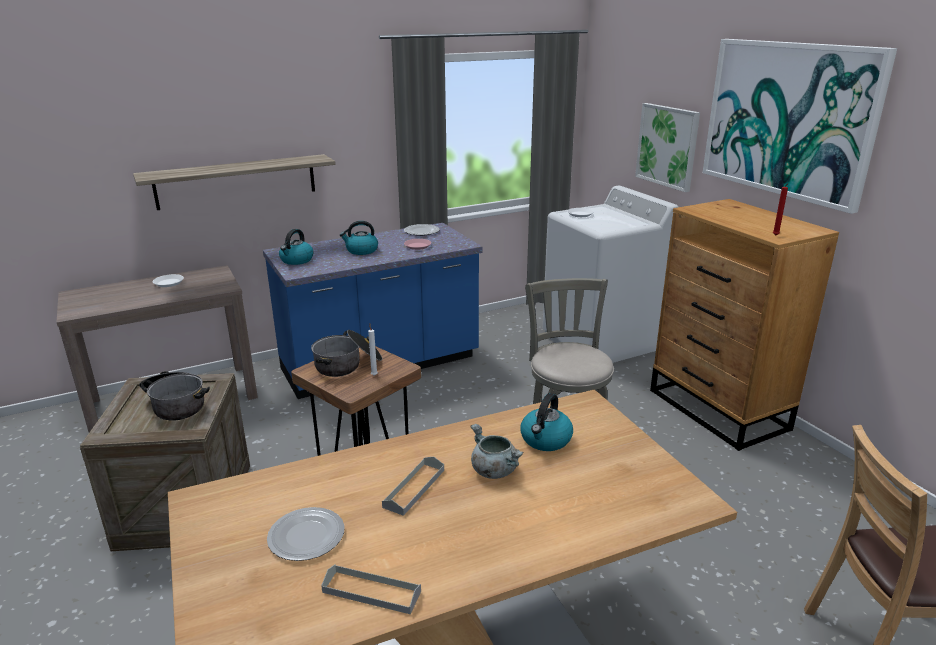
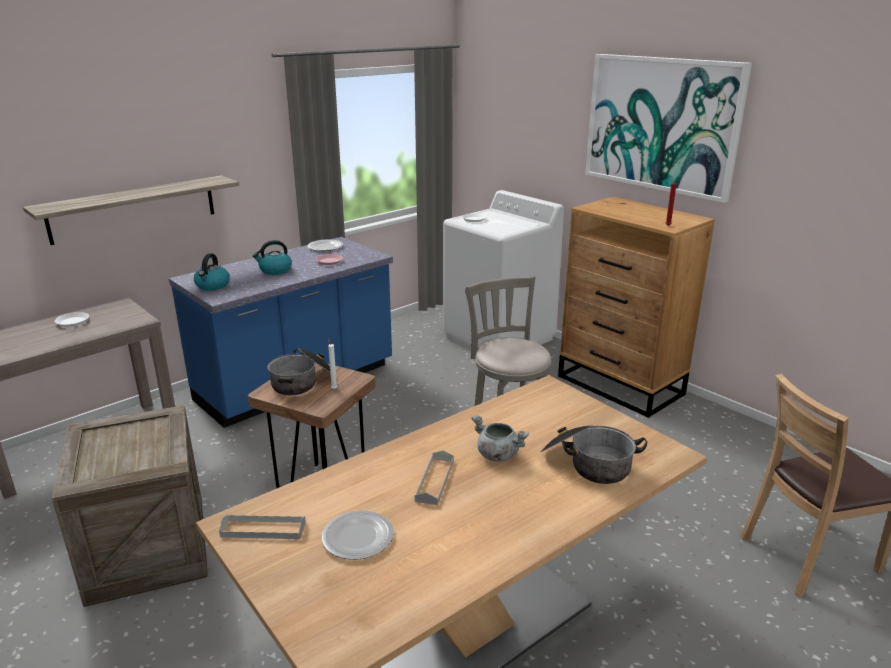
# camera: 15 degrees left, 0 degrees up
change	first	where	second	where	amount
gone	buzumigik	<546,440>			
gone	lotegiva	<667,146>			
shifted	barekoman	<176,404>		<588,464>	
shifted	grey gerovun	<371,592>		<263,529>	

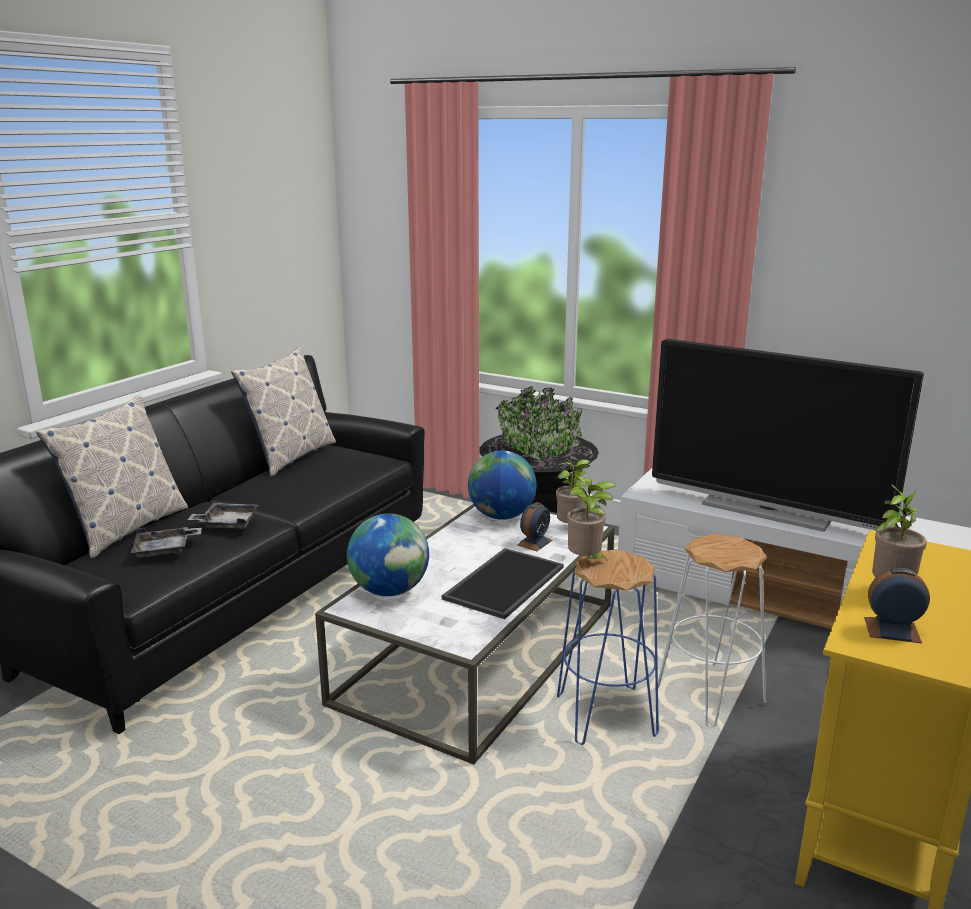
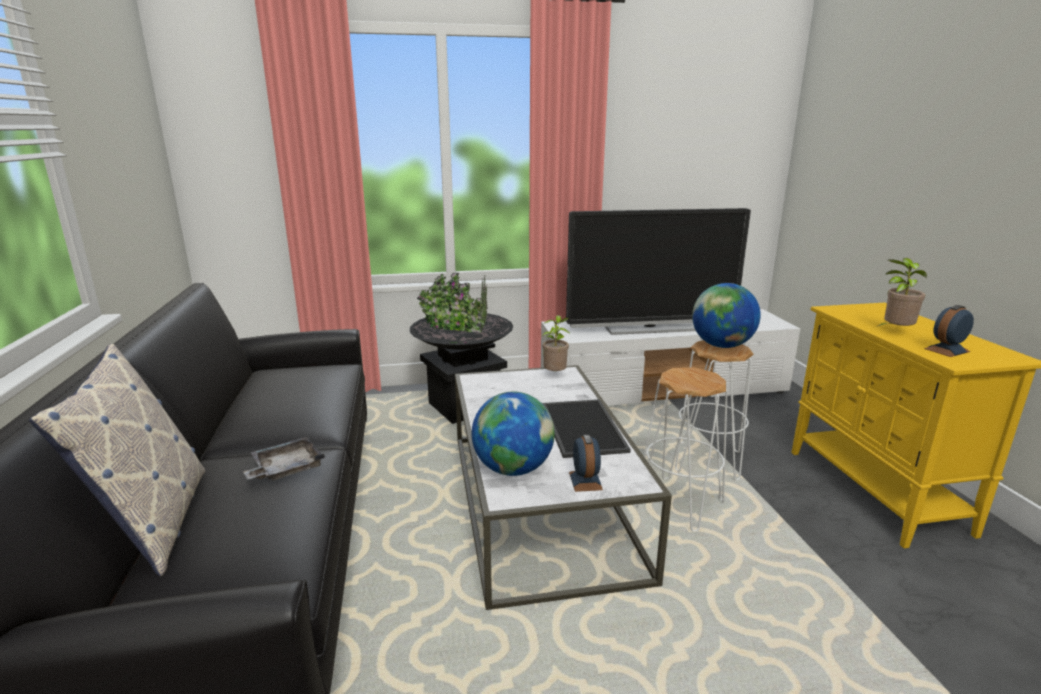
# camera: 40 degrees left, 0 degrees up
change	first	where	second	where	amount
gone	grey gerovun	<165,550>			
gone	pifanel	<290,456>			
gone	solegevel	<586,561>			
shifted	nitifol	<501,516>		<721,346>	
shifted	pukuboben	<534,542>		<585,481>	
repainted	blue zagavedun	<606,716>	white zagavedun	<680,504>	

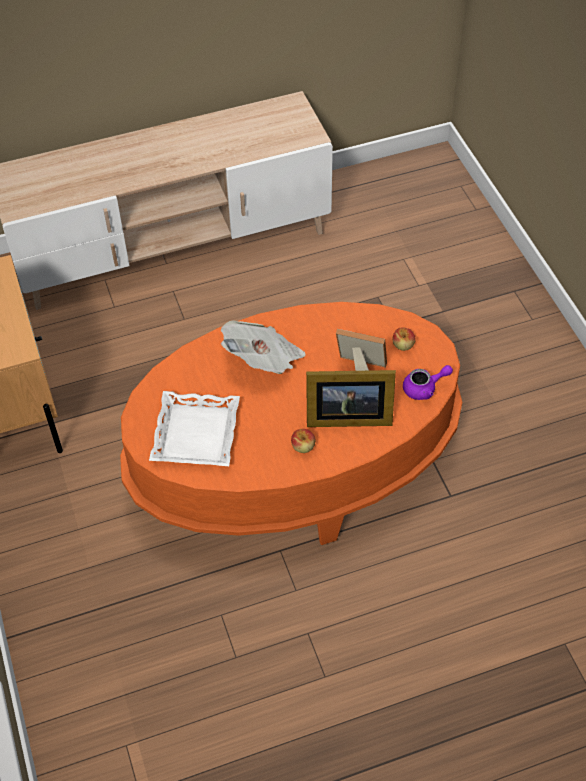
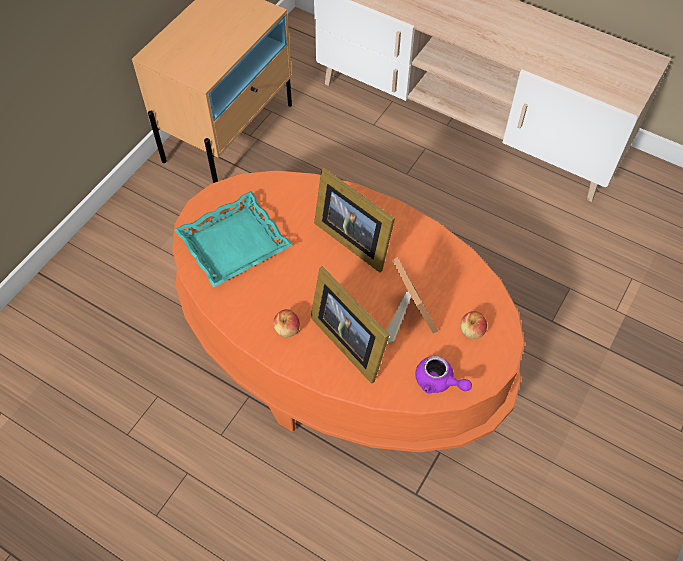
# camera: 50 degrees right, 5 degrees up
change	first	where	second	where	amount
swapped	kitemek	<264,360>	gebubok	<353,238>	
repainted	white gerovun	<197,434>	turquoise gerovun	<234,244>	

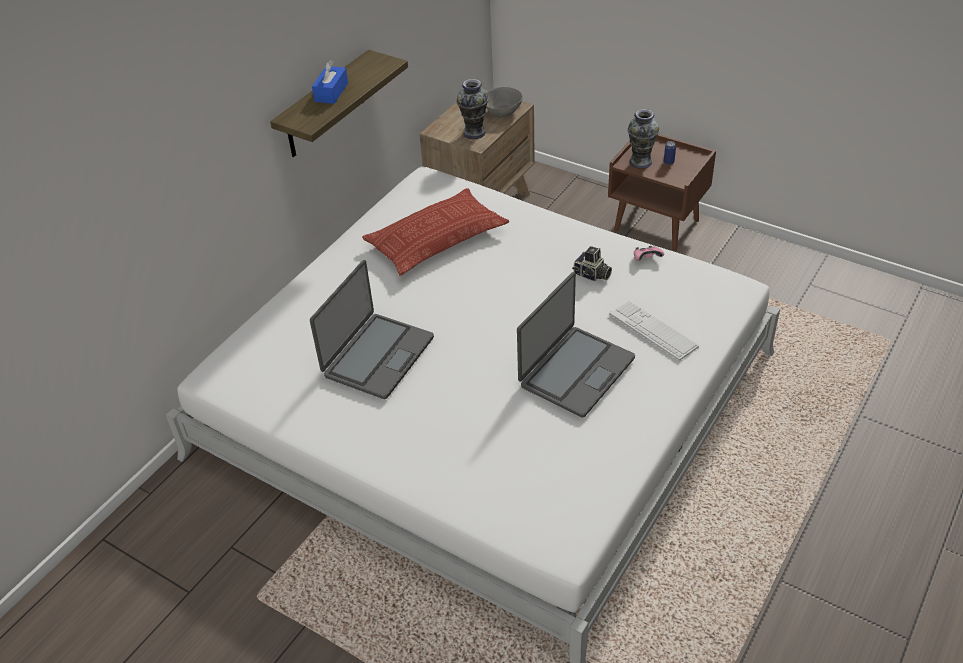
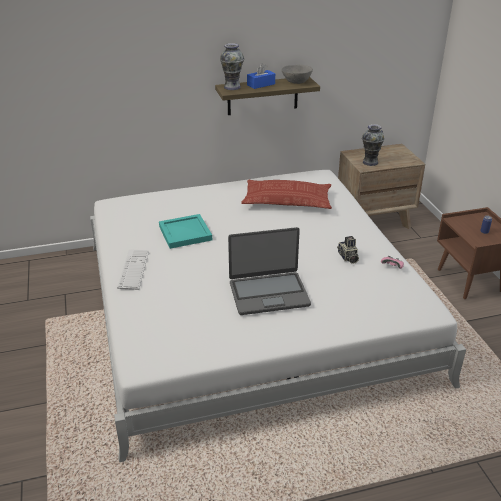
# camera: 40 degrees right, 10 degrees down
change	first	where	second	where	amount
shifted	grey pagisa	<502,112>		<296,81>	
shifted	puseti	<653,330>		<133,269>	
shifted	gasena	<640,162>		<232,87>	
swapped	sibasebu	<377,356>	turquoise gerovun	<185,232>	

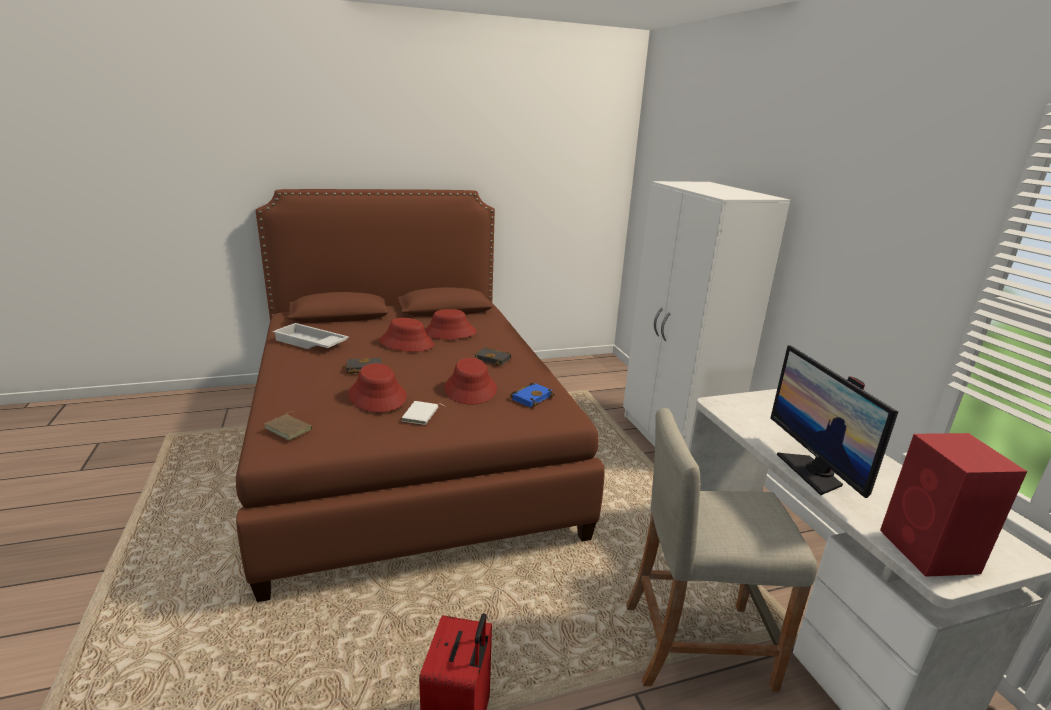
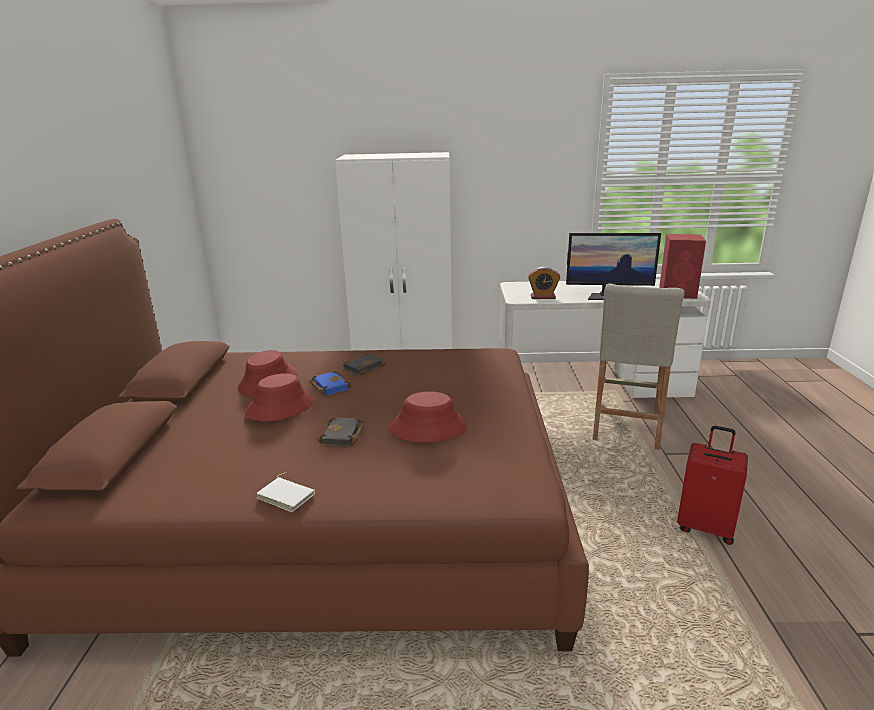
# camera: 70 degrees left, 0 degrees up
change	first	where	second	where	amount
gone	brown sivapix	<290,428>			
gone	white gerovun	<310,343>			
gone	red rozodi	<471,389>			
new			pukuboben	<543,297>	
shifted	white sivapix	<421,415>		<287,495>	
shifted	blue sivapix	<531,397>		<328,386>	

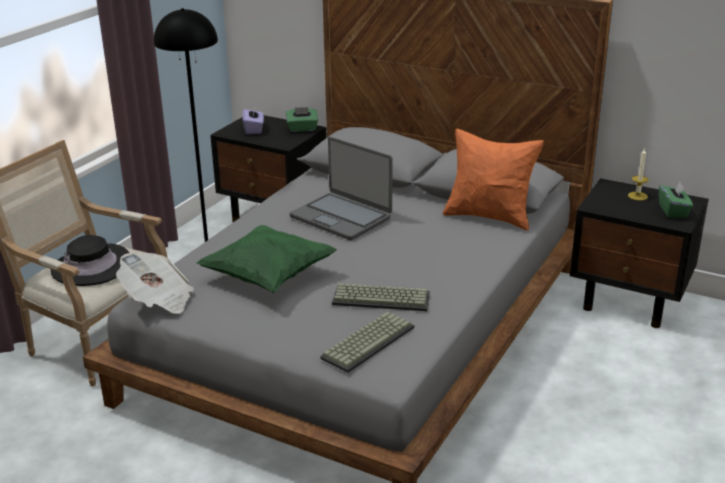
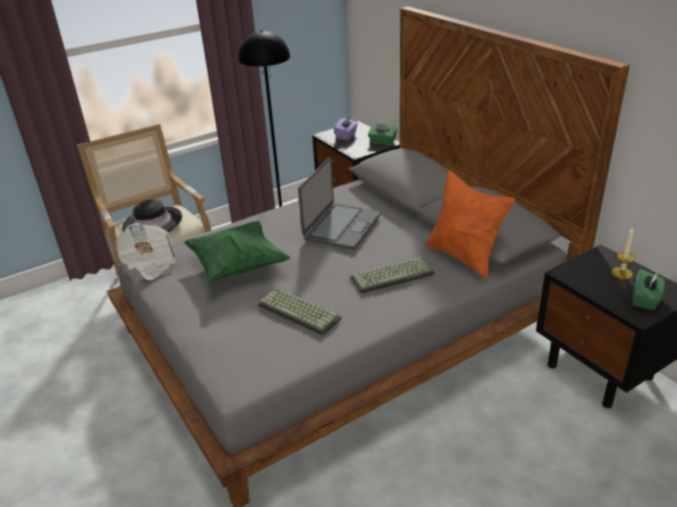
# camera: 30 degrees right, 5 degrees up
change	first	where	second	where	amount
shifted	puseti	<367,341>		<392,275>	
rotated	sibasebu	<341,217>		<341,227>	135 degrees counterclockwise

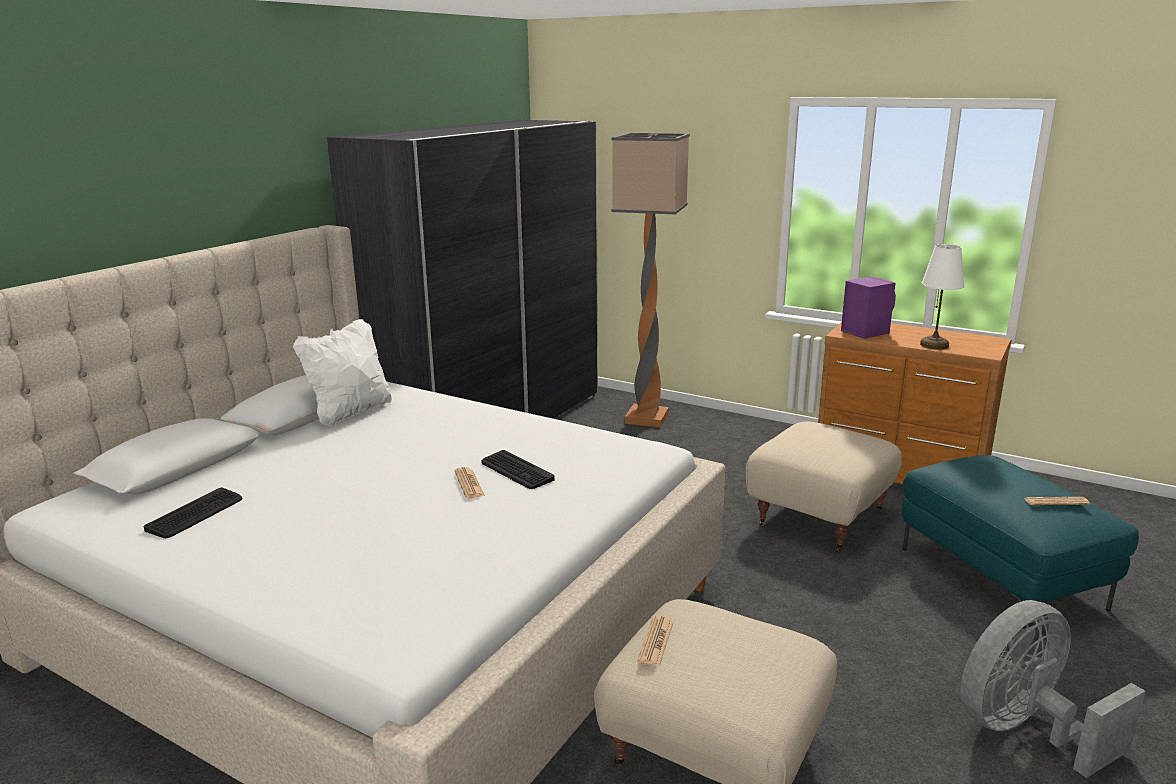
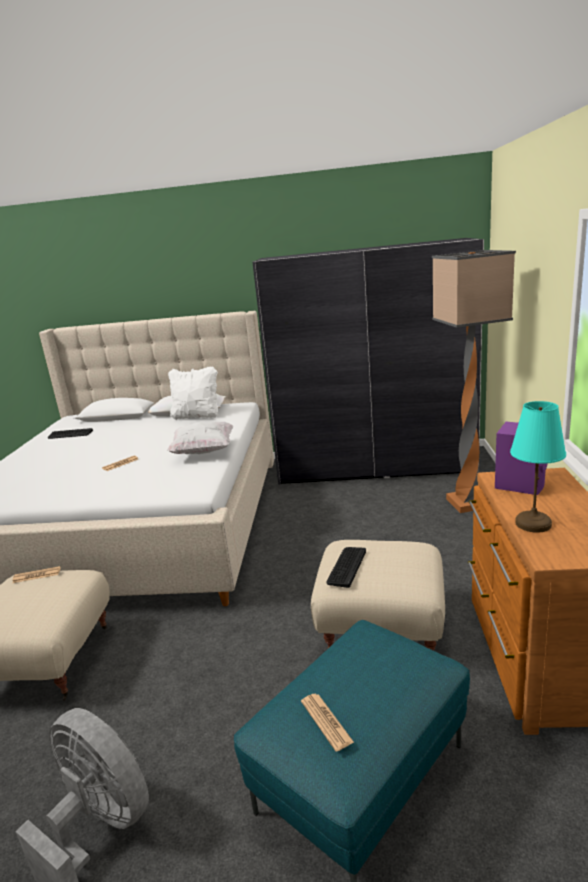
# camera: 65 degrees right, 0 degrees up
change	first	where	second	where	amount
new			white pifanel	<203,452>	
shifted	puseti	<516,471>		<346,567>	
repainted	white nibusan	<935,345>	turquoise nibusan	<533,524>	

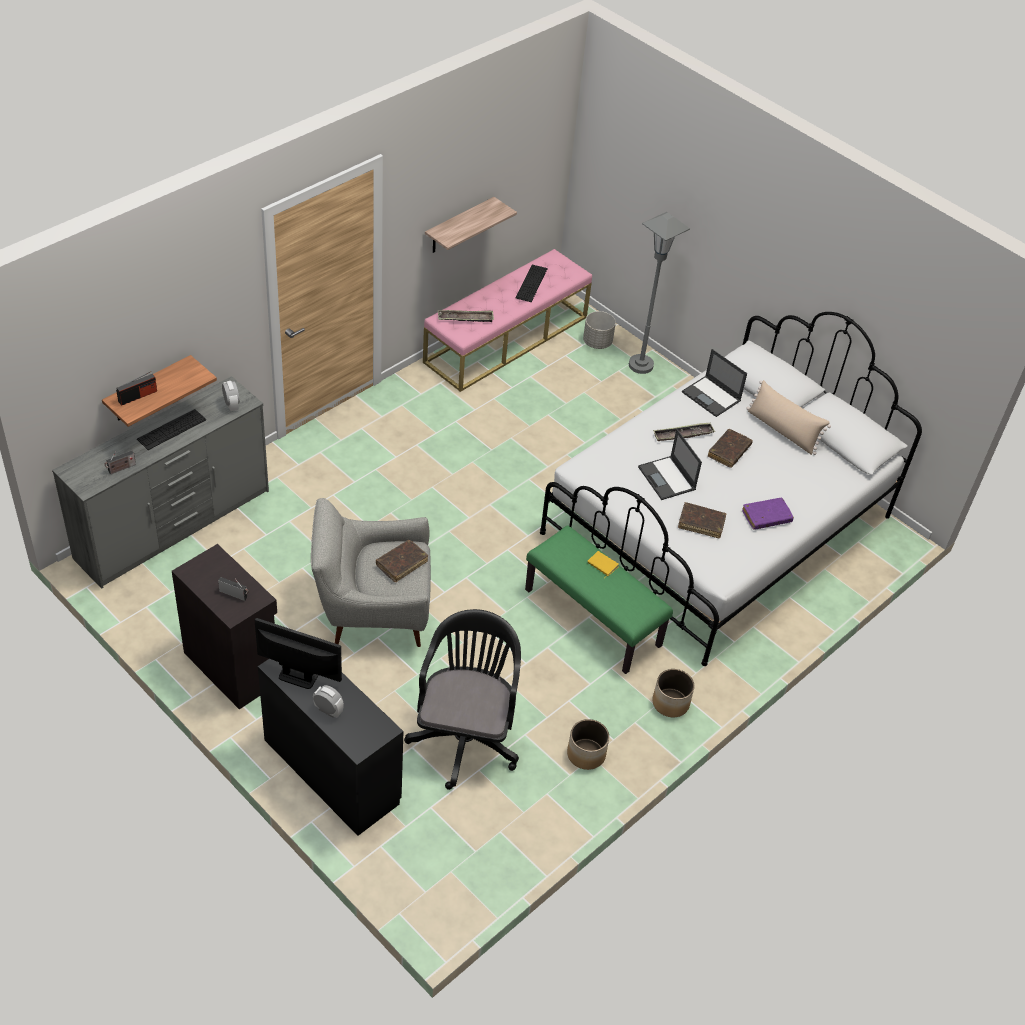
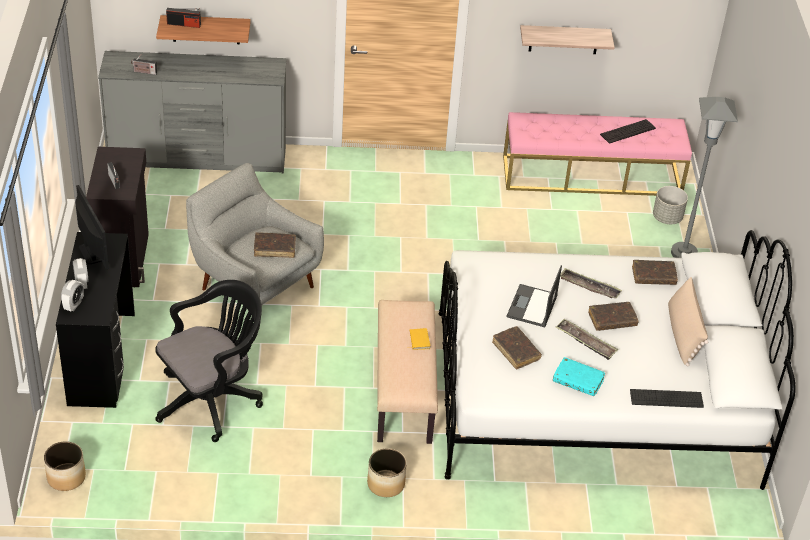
# camera: 45 degrees right, 5 degrees down
change	first	where	second	where	amount
shifted	puseti	<171,429>		<666,398>	
shifted	pukuboben	<231,405>		<74,305>	
shifted	gerovun	<465,318>		<585,342>	
shifted	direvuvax	<585,754>		<66,477>	
swapped	sibasebu	<711,397>	brown sivapix	<653,276>	
repainted	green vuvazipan	<593,617>	beige vuvazipan	<405,391>	
repainted	purple sivapix	<766,517>	turquoise sivapix	<578,381>	

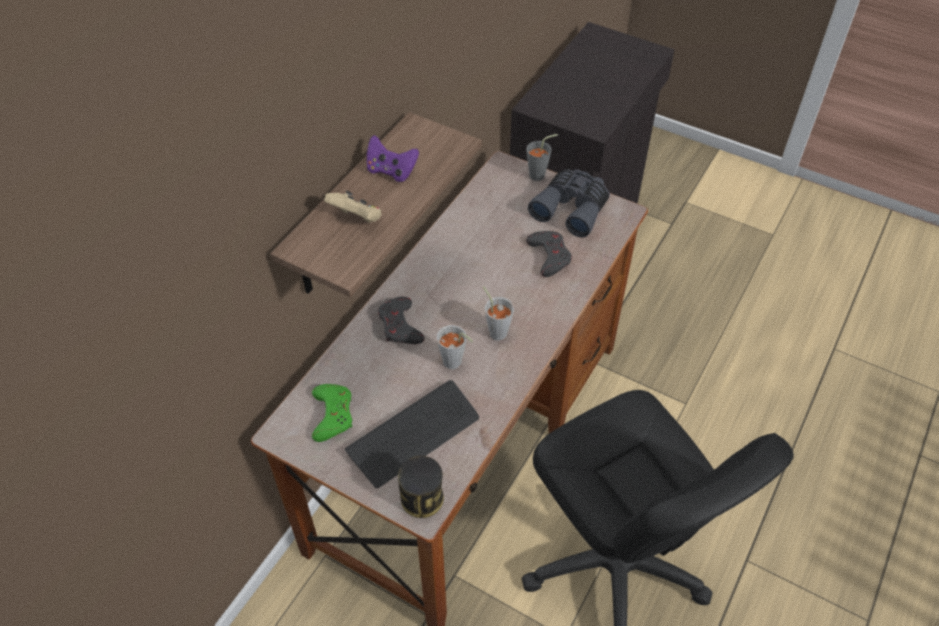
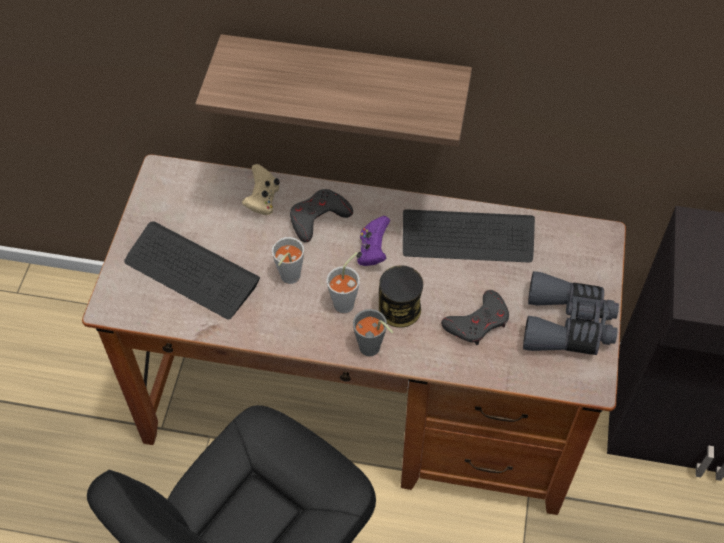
# camera: 70 degrees right, 5 degrees up
change	first	where	second	where	amount
gone	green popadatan	<332,415>			
new			puseti	<467,238>	
shifted	beige popadatan	<357,218>		<262,200>	
shifted	purple popadatan	<391,171>		<372,251>	
shifted	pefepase	<422,498>		<399,309>	
shifted	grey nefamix	<540,174>		<372,350>	

